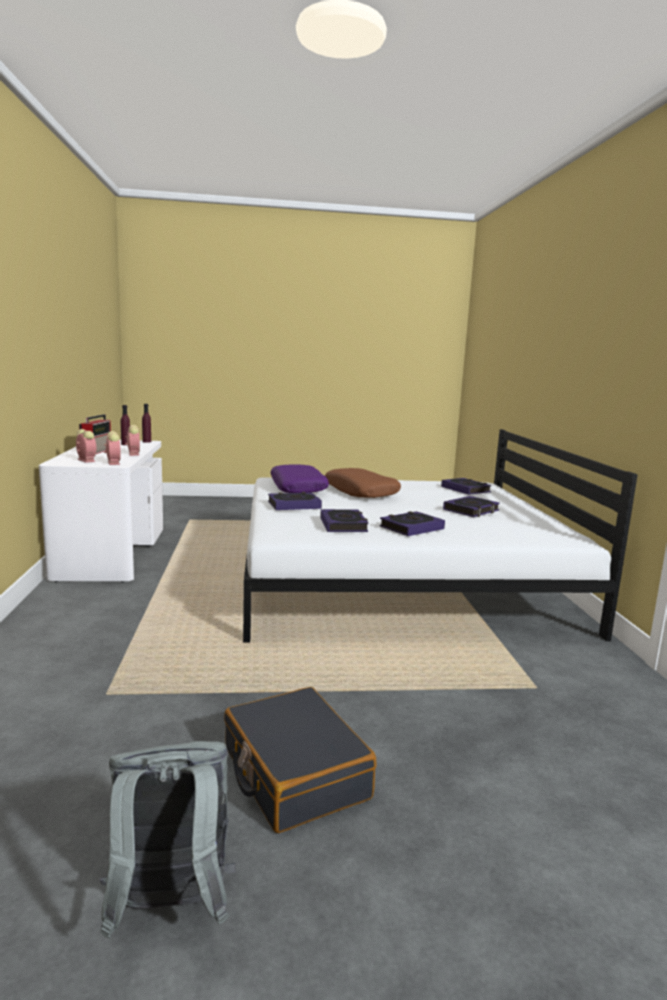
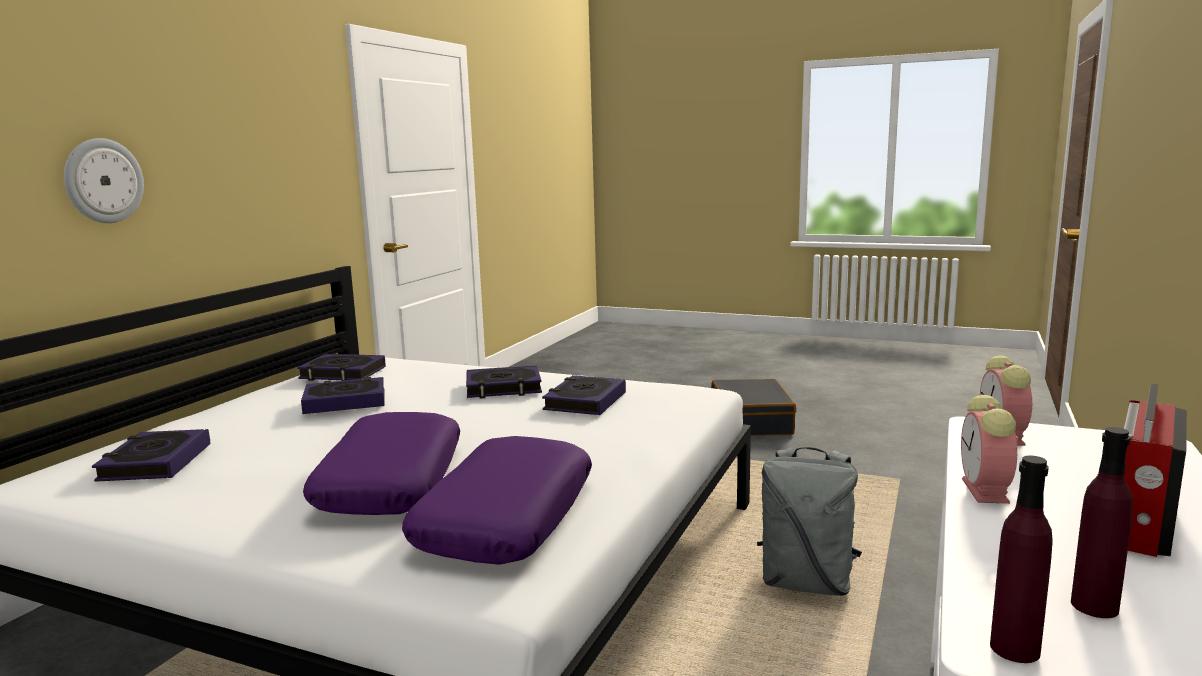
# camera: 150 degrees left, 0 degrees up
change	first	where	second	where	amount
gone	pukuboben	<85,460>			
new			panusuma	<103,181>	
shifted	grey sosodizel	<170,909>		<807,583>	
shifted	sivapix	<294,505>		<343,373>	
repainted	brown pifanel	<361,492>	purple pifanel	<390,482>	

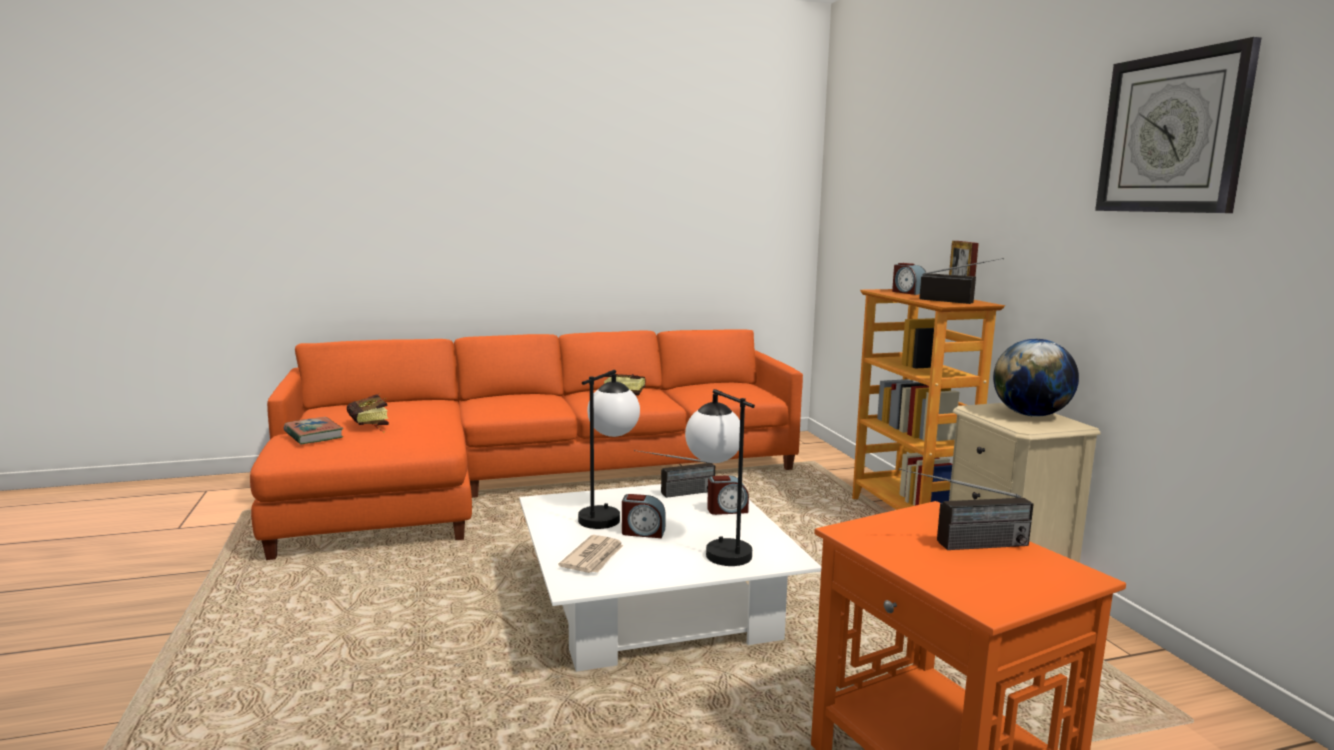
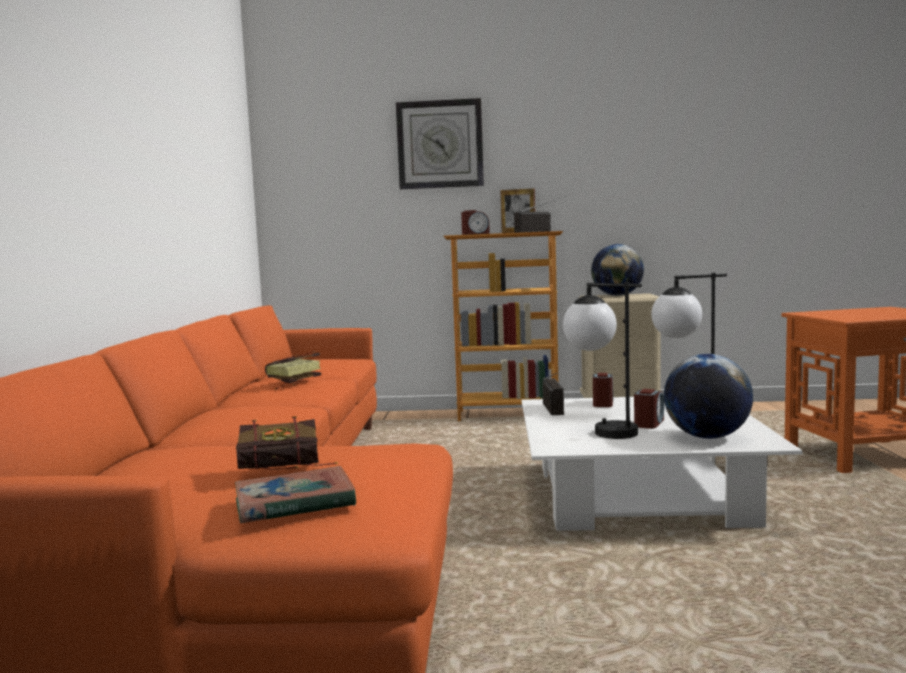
# camera: 70 degrees left, 5 degrees down
change	first	where	second	where	amount
gone	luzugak	<961,545>			
shifted	panusuma	<1173,133>		<440,144>	
swapped	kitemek	<594,557>	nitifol	<707,437>	

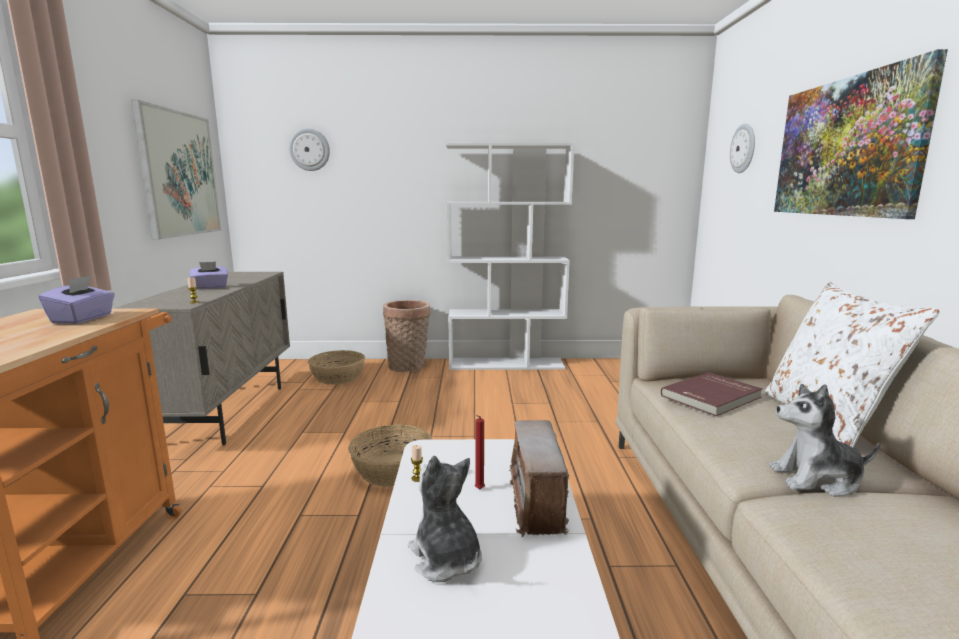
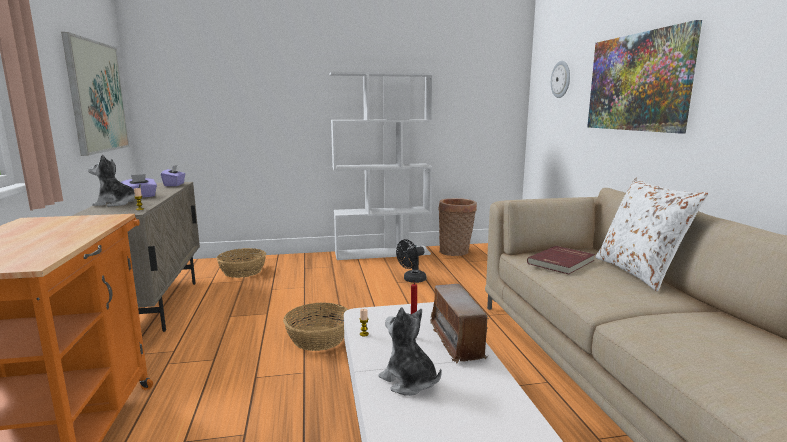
# camera: 10 degrees left, 0 degrees up
change	first	where	second	where	amount
gone	panusuma	<309,150>			
new			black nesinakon	<412,280>	
shifted	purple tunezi	<83,319>		<174,184>	
shifted	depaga	<409,367>		<456,252>	
shifted	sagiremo	<816,479>		<116,203>	

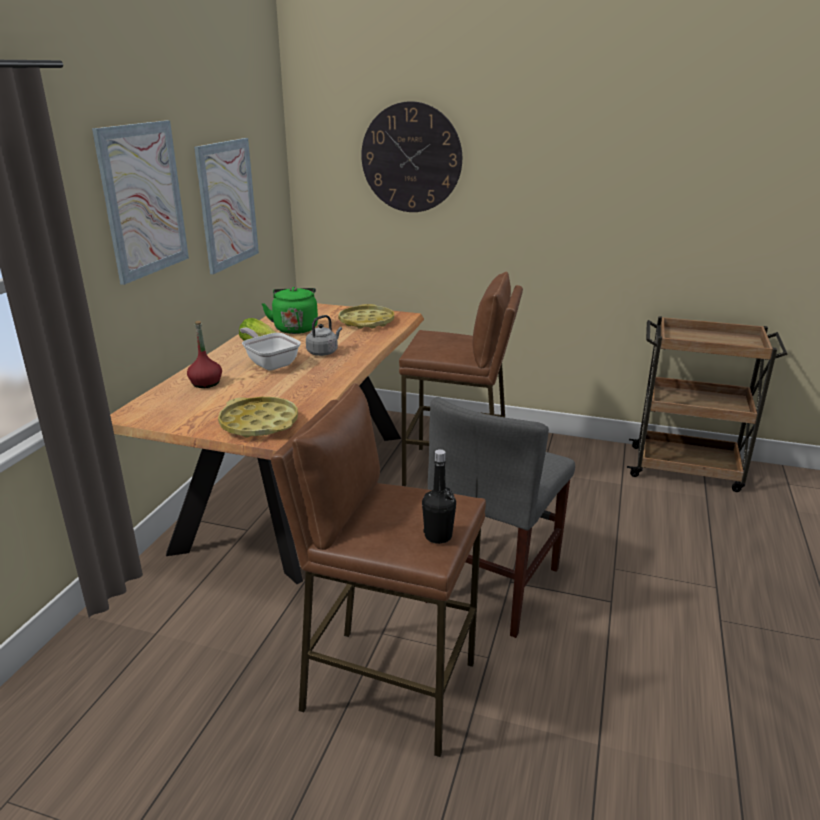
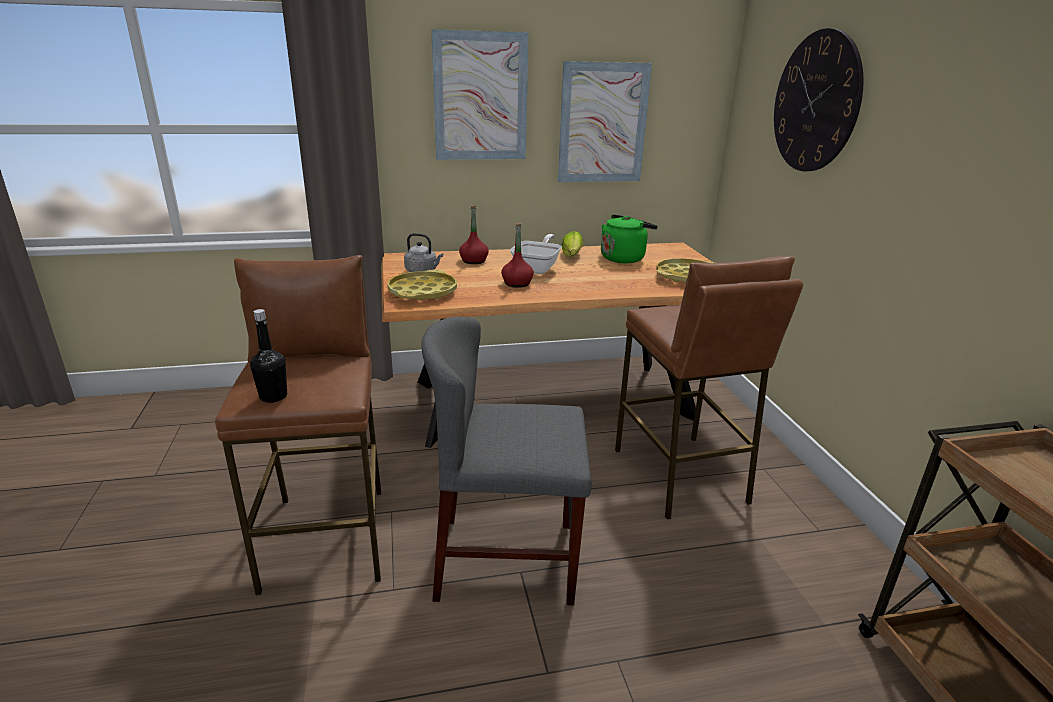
# camera: 60 degrees right, 0 degrees up
change	first	where	second	where	amount
new			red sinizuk	<517,283>	
shifted	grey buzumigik	<323,352>		<422,271>	

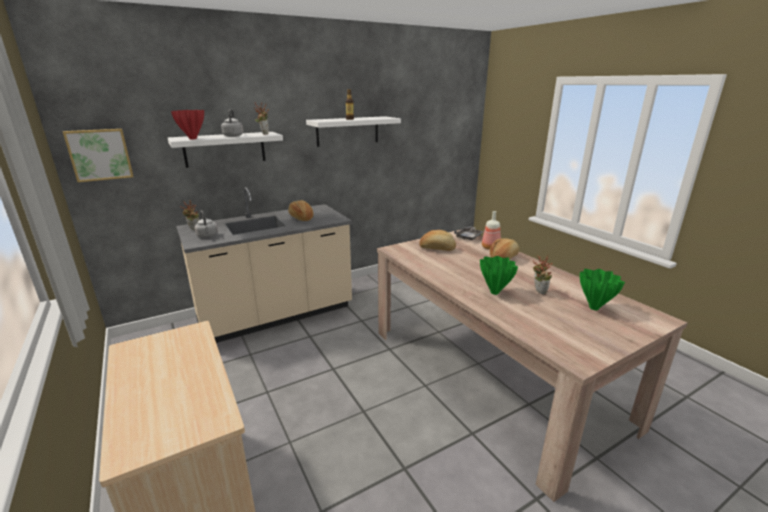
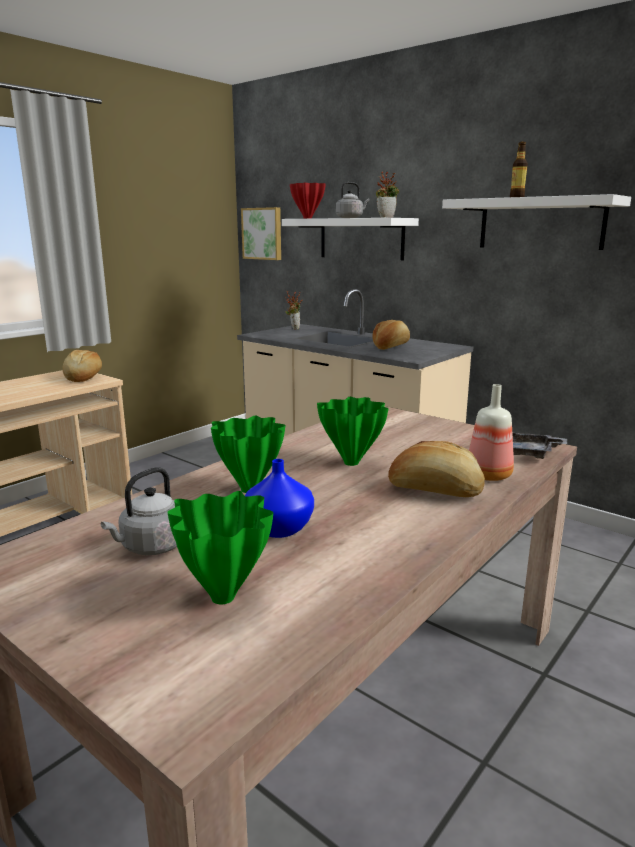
# camera: 70 degrees right, 5 degrees down
change	first	where	second	where	amount
new			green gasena	<352,463>	
shifted	grey buzumigik	<207,236>		<151,547>	
shifted	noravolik	<437,249>		<83,377>	
swapped	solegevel	<538,291>	blue gasena	<279,529>	

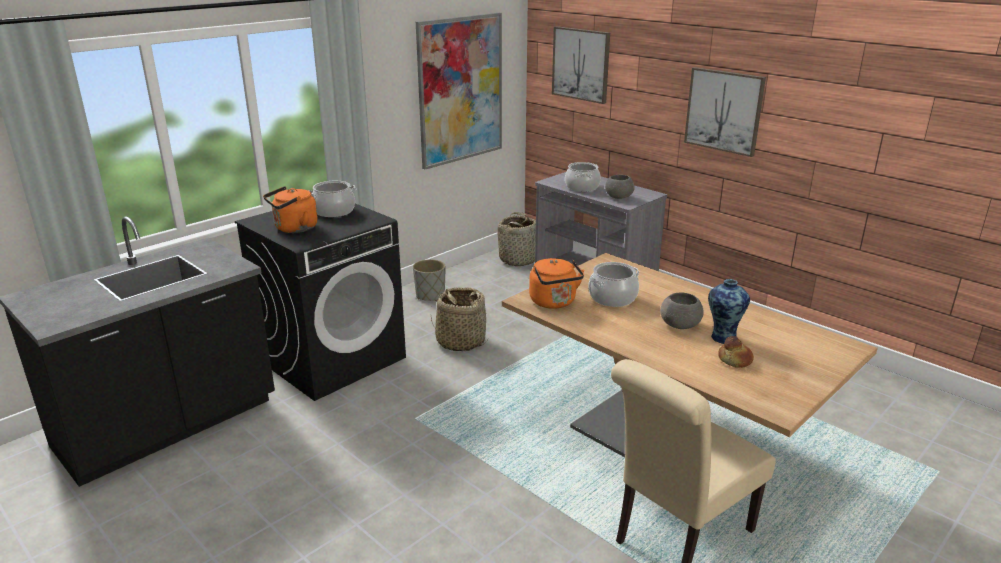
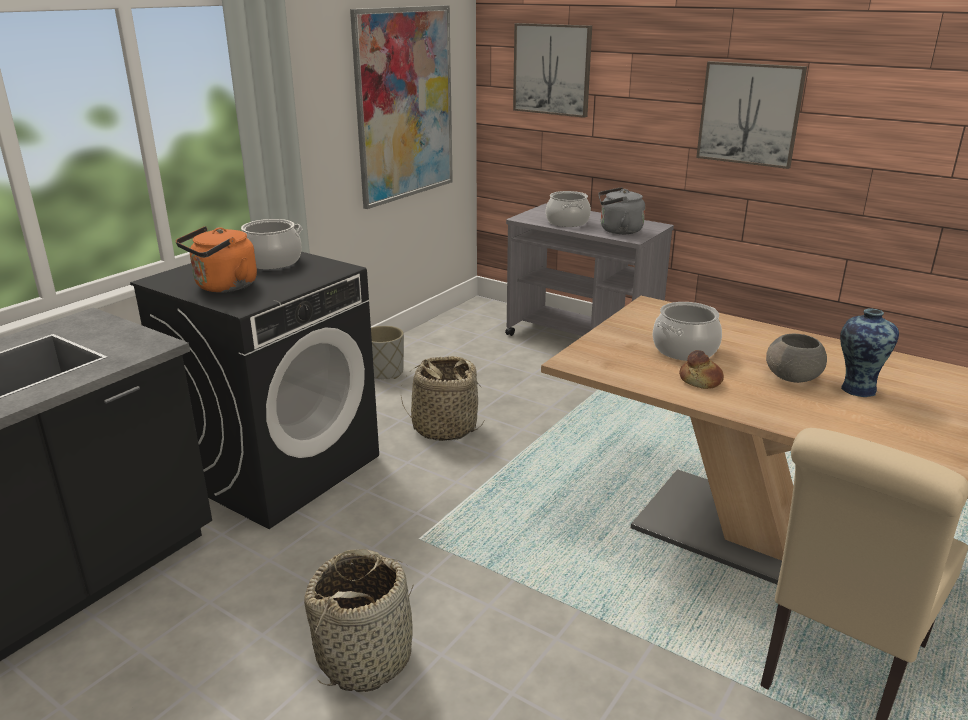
# camera: 10 degrees left, 0 degrees up
change	first	where	second	where	amount
gone	orange buzumigik	<554,302>			
shifted	depaga	<518,259>		<365,656>	
shifted	noravolik	<735,360>		<701,380>	
swapped	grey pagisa	<618,197>	grey buzumigik	<618,230>	

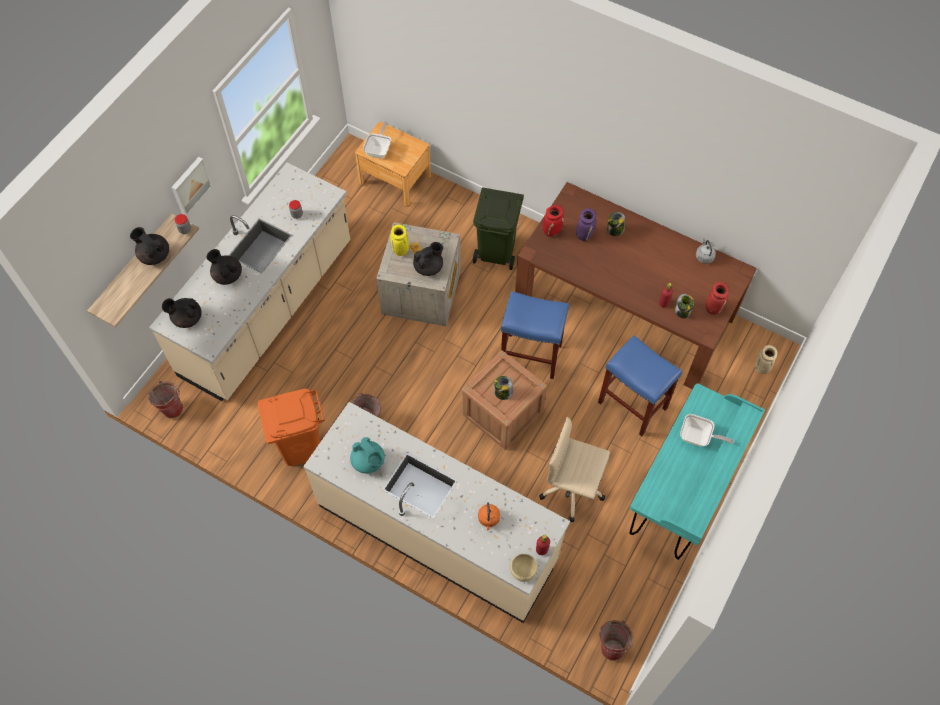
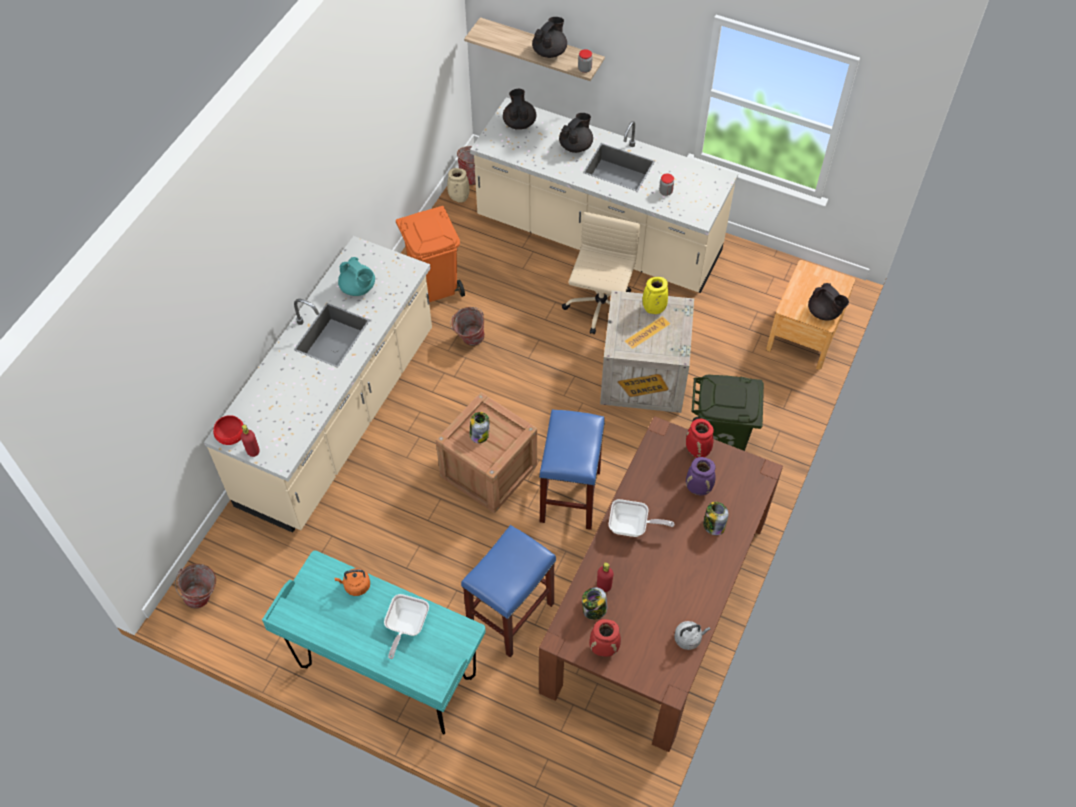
# camera: 85 degrees right, 5 degrees down
change	first	where	second	where	amount
gone	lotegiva	<190,185>			
shifted	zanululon	<379,149>		<632,527>	
shifted	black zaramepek	<429,267>		<824,312>	
shifted	orange buzumigik	<488,519>		<355,586>	
shifted	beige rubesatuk	<573,488>		<600,308>	
shifted	beige gasena	<762,368>		<458,198>	
repainted	beige pagisa	<523,570>	red pagisa	<231,435>	
rotated	turquoise zaramepek	<368,462>		<358,288>	90 degrees counterclockwise

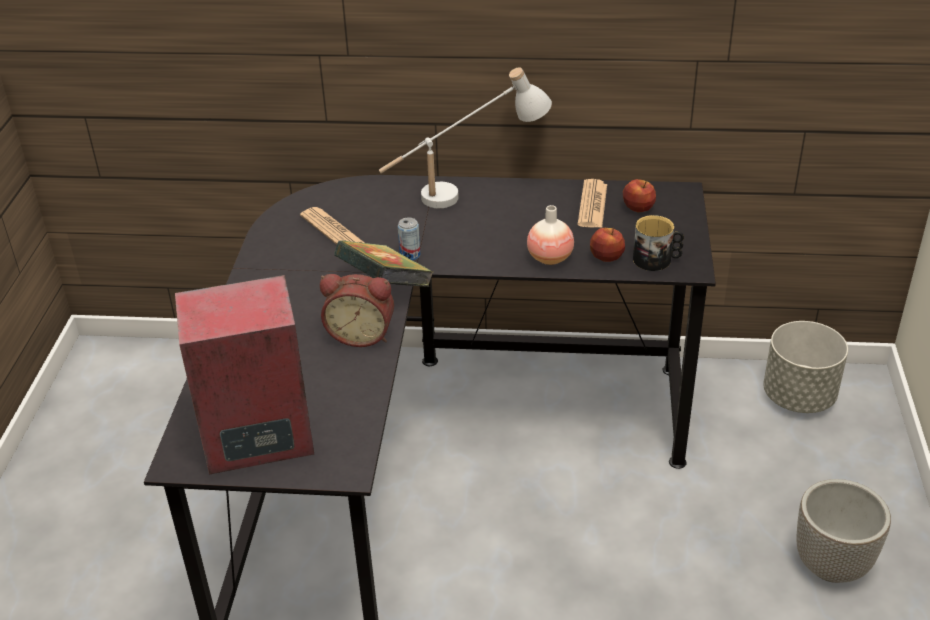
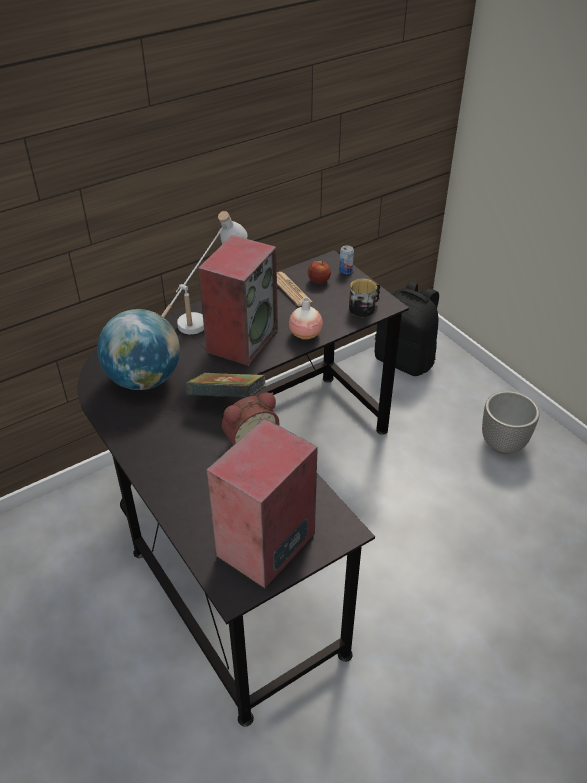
# camera: 40 degrees left, 5 degrees up
change	first	where	second	where	amount
gone	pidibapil	<606,257>			
new			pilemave	<242,340>	
shifted	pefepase	<410,255>		<346,270>	
swapped	kitemek	<332,230>	nitifol	<144,379>	
swapped	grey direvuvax	<799,397>	black sosodizel	<405,360>	

